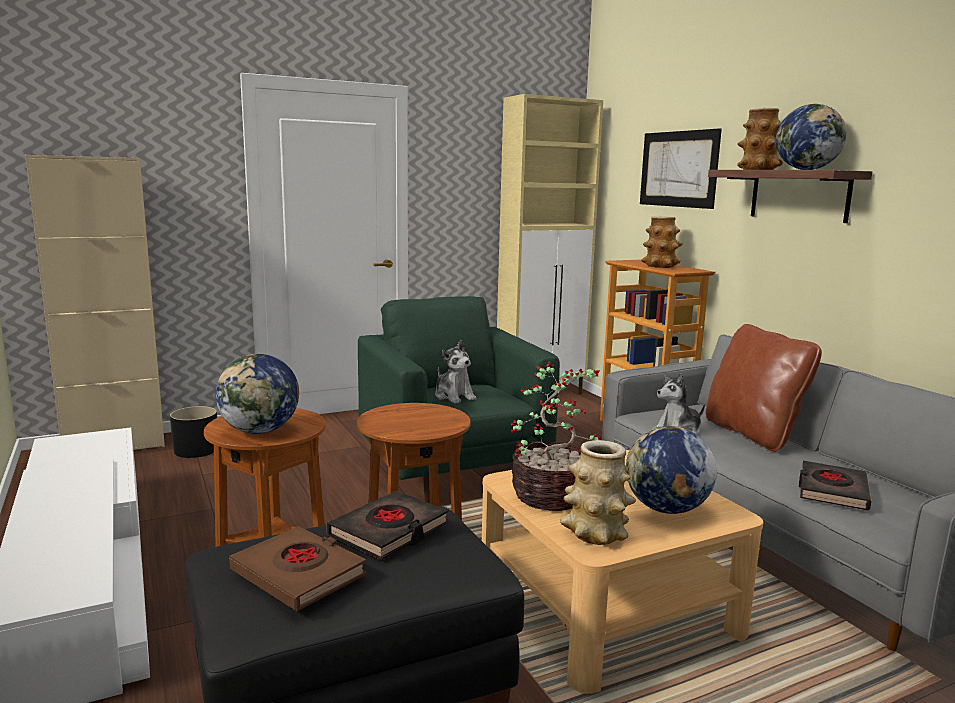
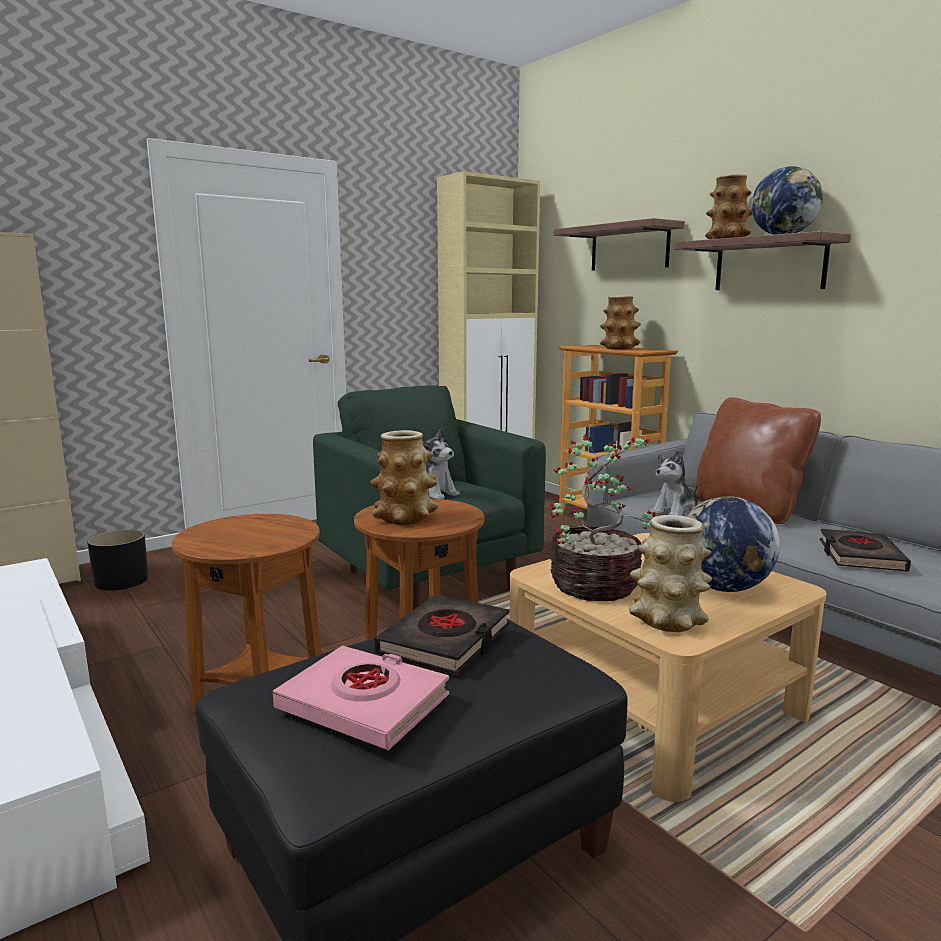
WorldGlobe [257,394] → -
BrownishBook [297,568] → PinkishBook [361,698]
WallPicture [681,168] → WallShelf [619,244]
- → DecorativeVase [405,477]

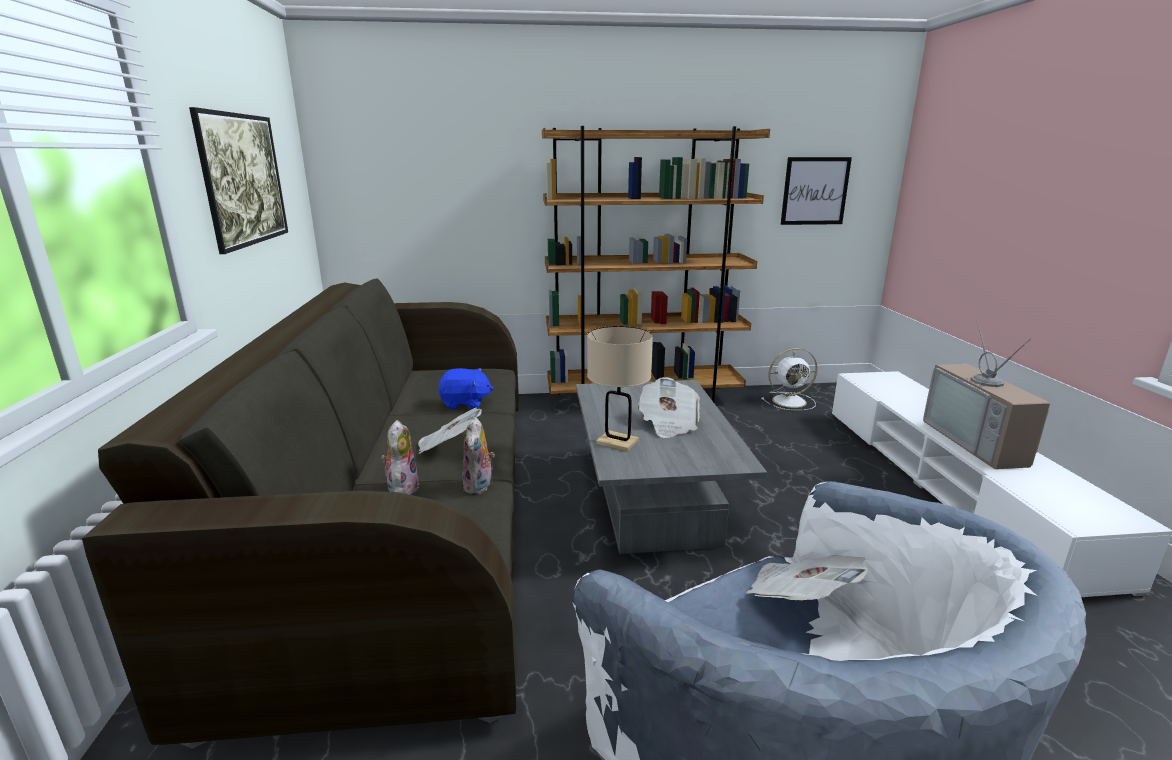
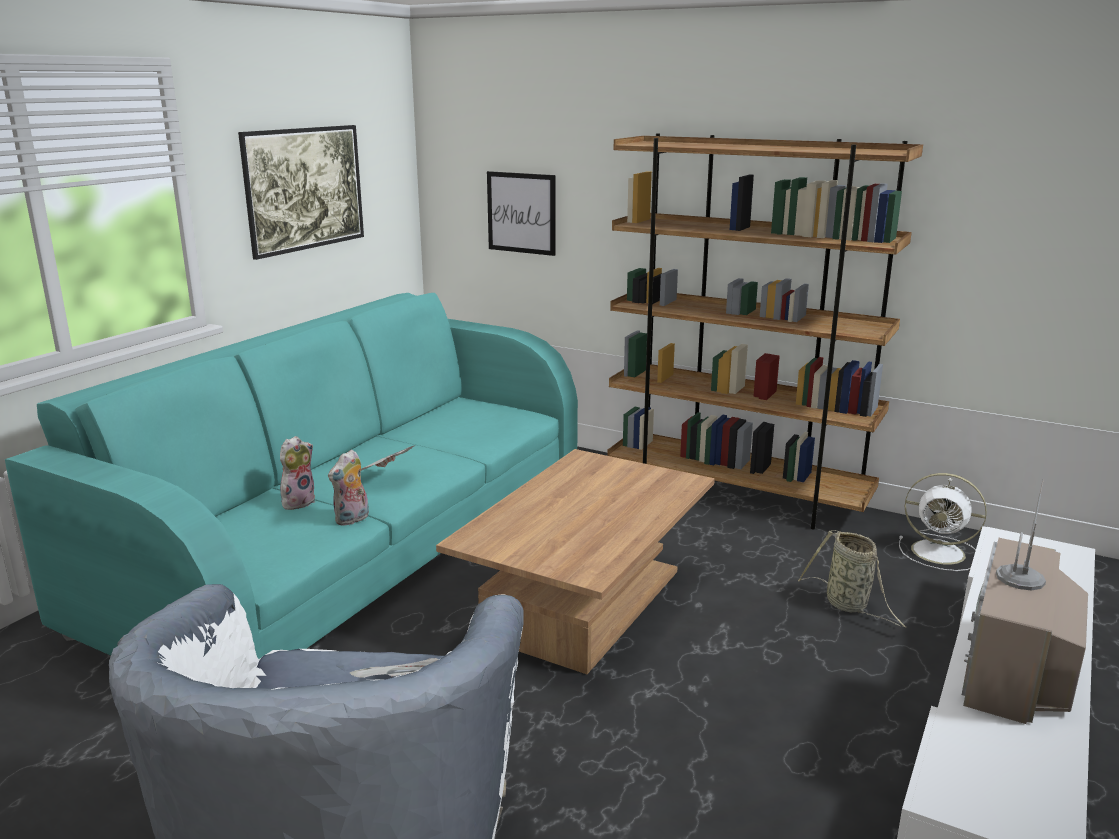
GreySofa [300,513] → TurquoiseSofa [291,476]
BlueCuddlyToy [466,388] → -
GreyLoungeTable [671,467] → BrownishLoungeTable [575,561]
BeigeColouredTableLamp [620,389] → -
DailyPaper [669,407] → -
WallPicture [816,191] → WallPicture [521,213], move
- → Basket [852,579]

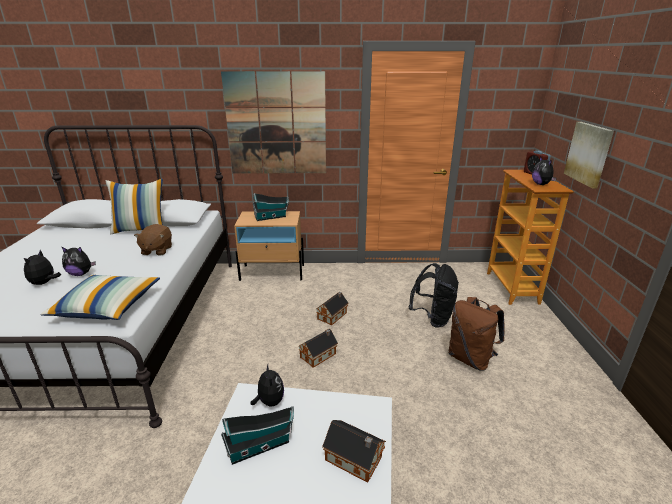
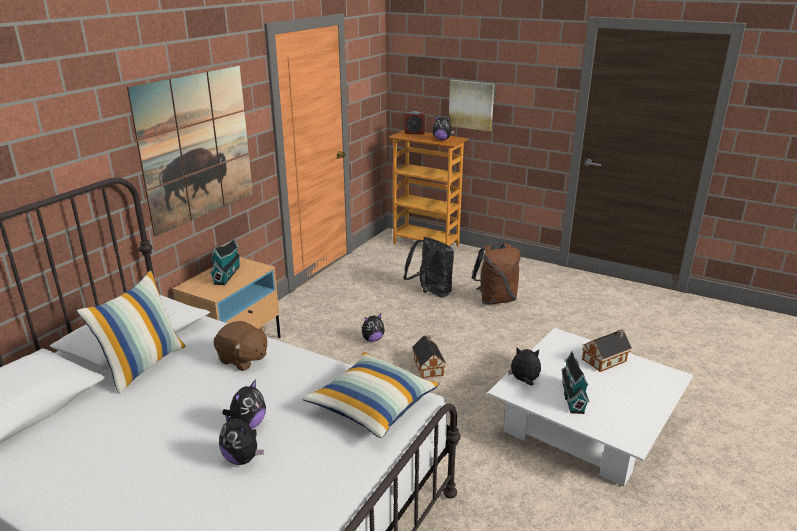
MiniatureHouse [332,309] → CuddlyToy [373,328]

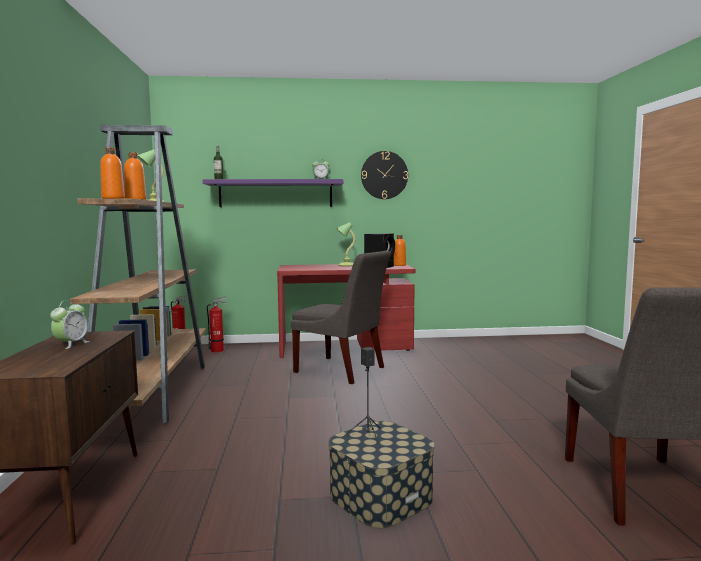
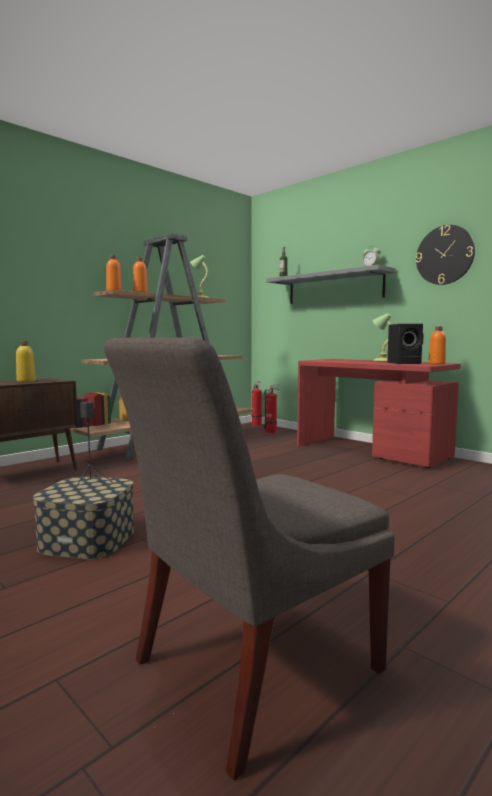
AlarmClock [70,324] → YellowishDrinkBottle [26,361]
PurpleWallShelf [273,193] → GreyWallShelf [330,284]
GreyChair [341,317] → -

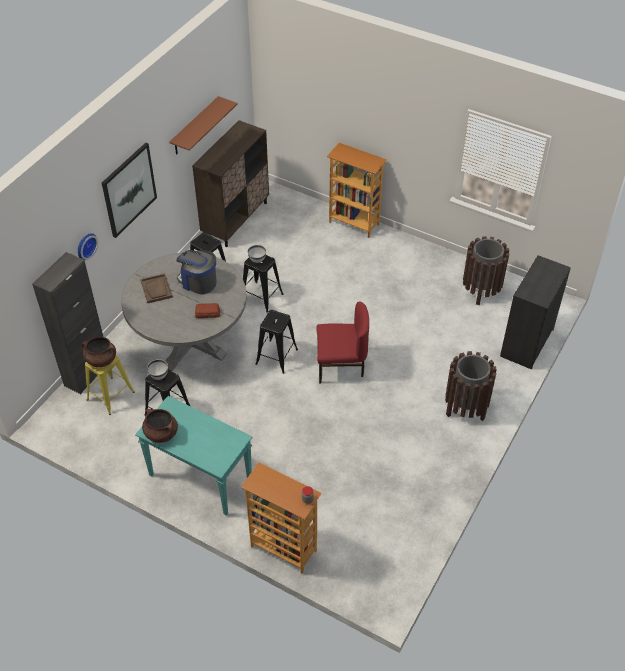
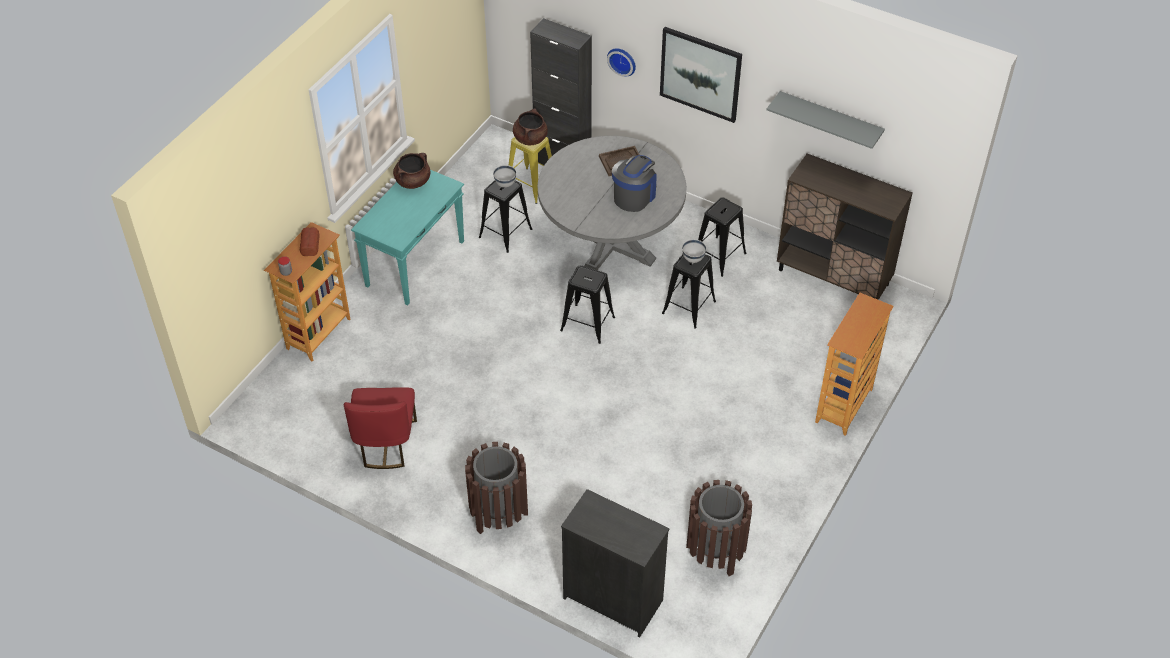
BrownishWallShelf [203,125] → GreyWallShelf [825,120]
BakeryBread [207,310] → BakeryBread [310,241], move
ReddishChair [342,342] → ReddishChair [380,428], move

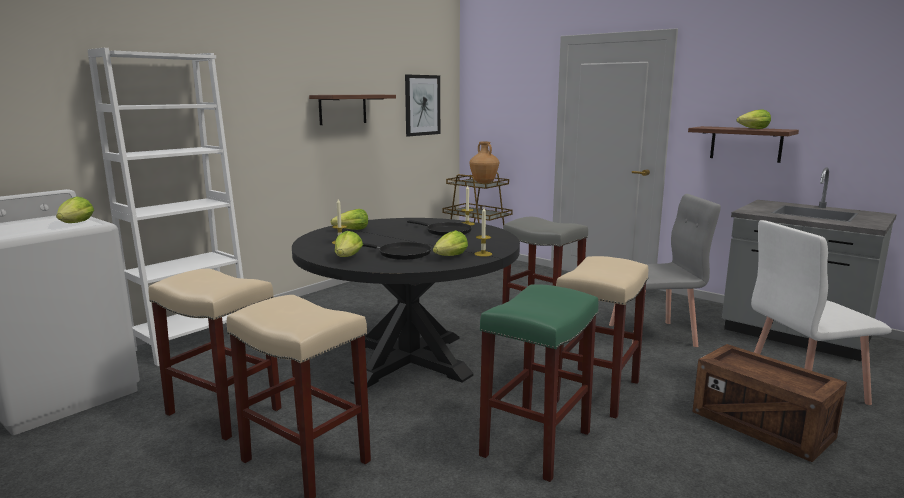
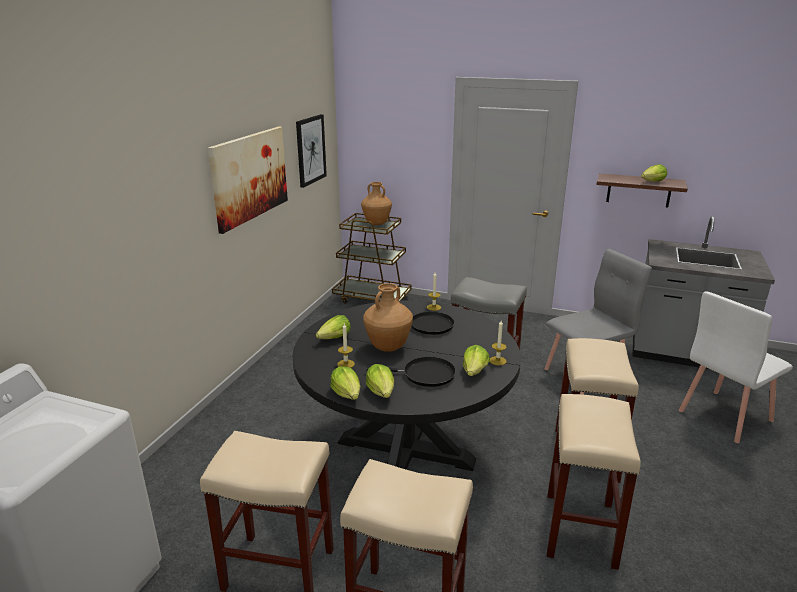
HeadOfLettuce [75,209] → HeadOfLettuce [345,383], move
WhitishBookshelf [166,207] → -
WallShelf [352,110] → WallPicture [248,180]
GreenColouredStoolSeat [539,383] → BeigeColouredStoolSeat [594,482]
PackingCrate [769,403] → -
- → BrownishDecorativeVase [388,317]

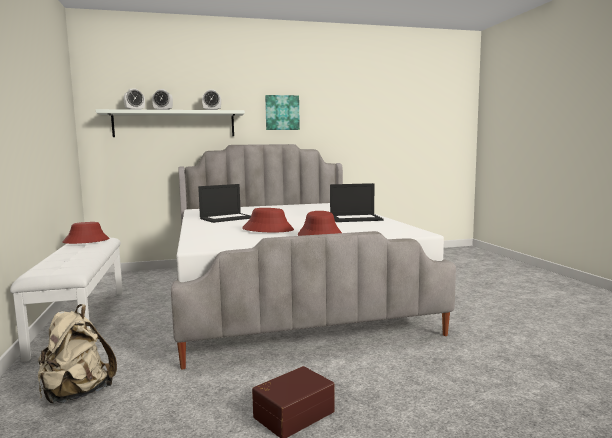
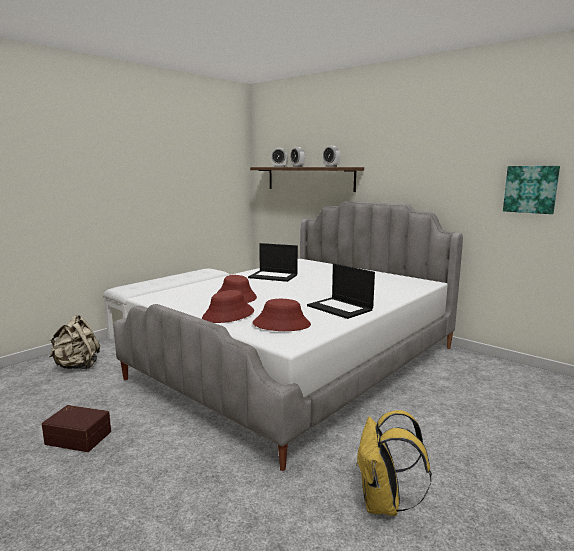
ReddishHat [86,233] → ReddishHat [282,315], move
WhitishWallShelf [170,123] → BrownishWallShelf [307,179]
WallPicture [282,112] → WallPicture [531,190], move
- → YellowishBackpack [394,463]

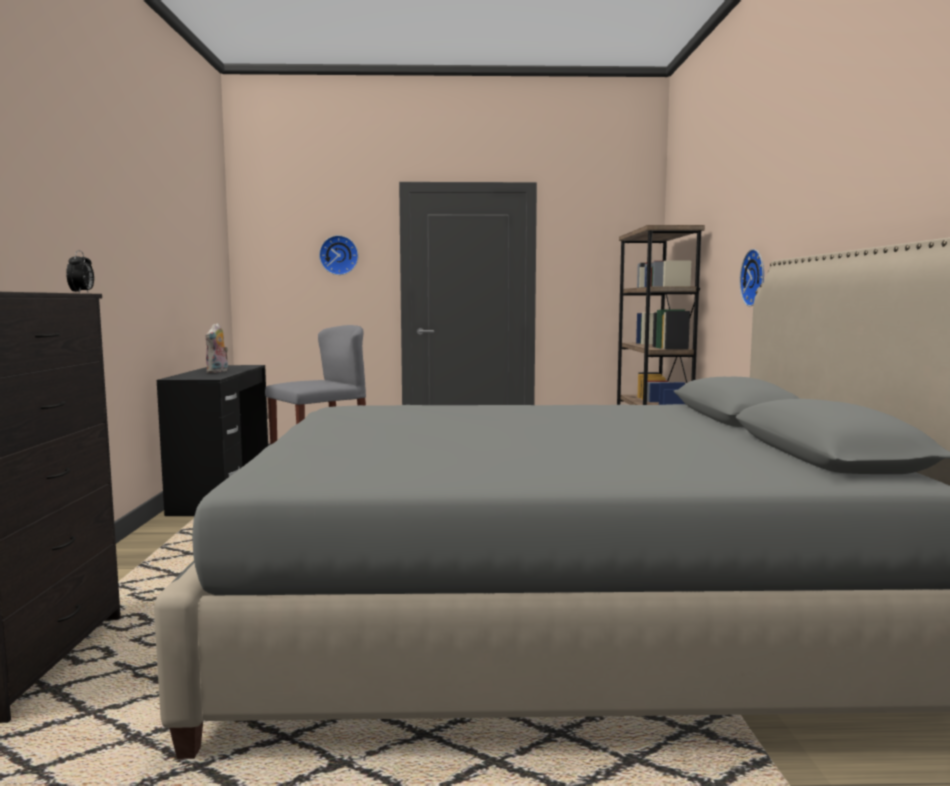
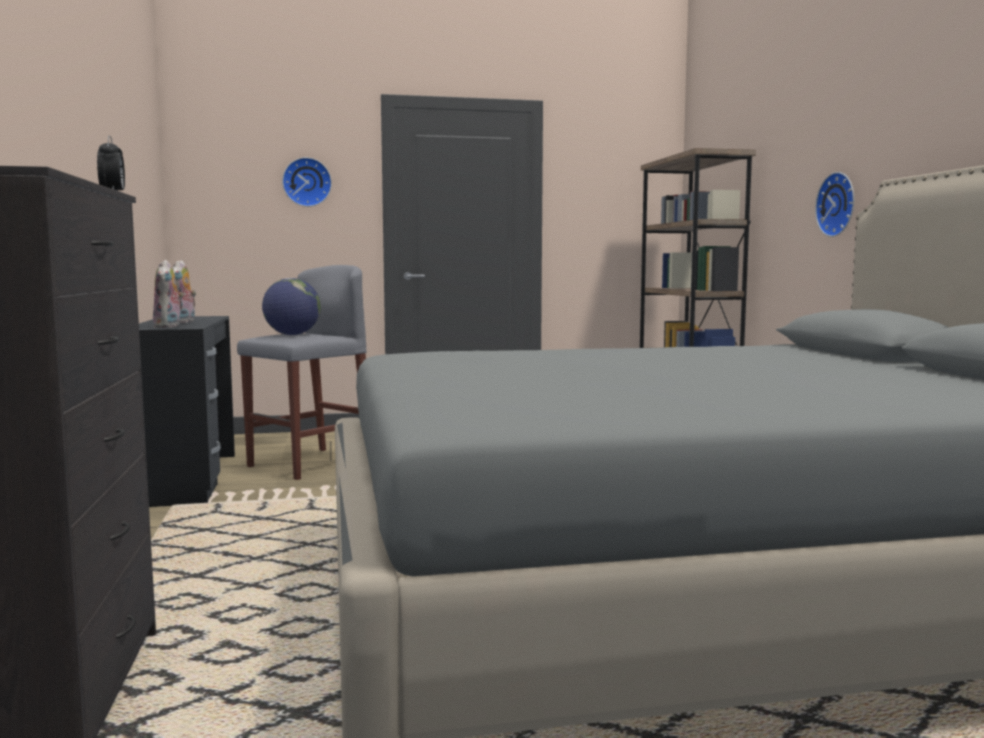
- → CuddlyToy [168,294]
- → WorldGlobe [291,306]

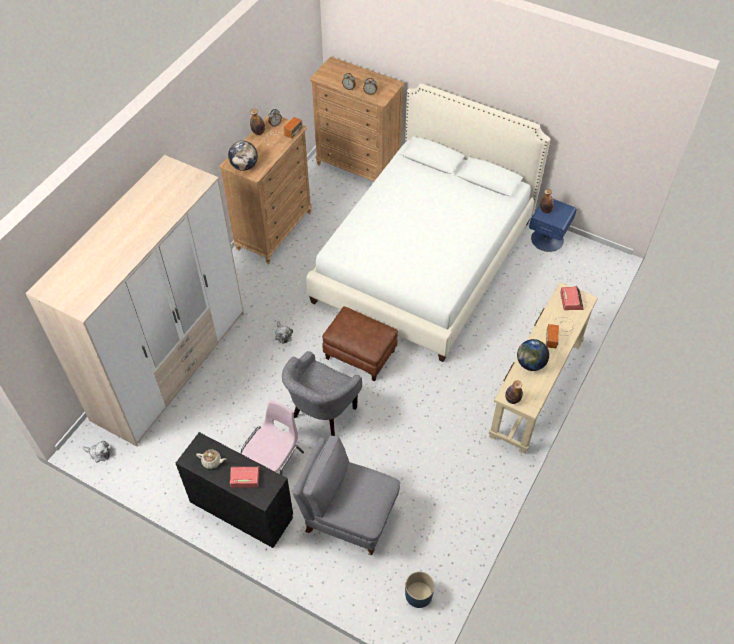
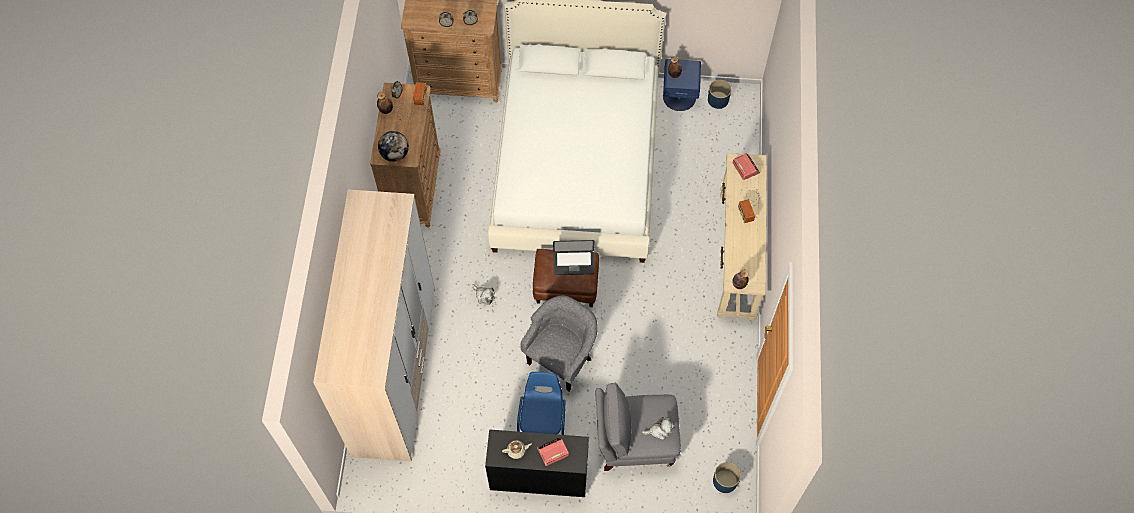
CuddlyToy [97,452] → CuddlyToy [658,428], move
PinkishChair [272,437] → BlueChair [541,403]
GreyLoungeChair [322,393] → GreyLoungeChair [559,343], 150 degrees counterclockwise
WorldGlobe [533,355] → -
- → PortableComputer [574,257]
- → BluePlantPot [720,94]

